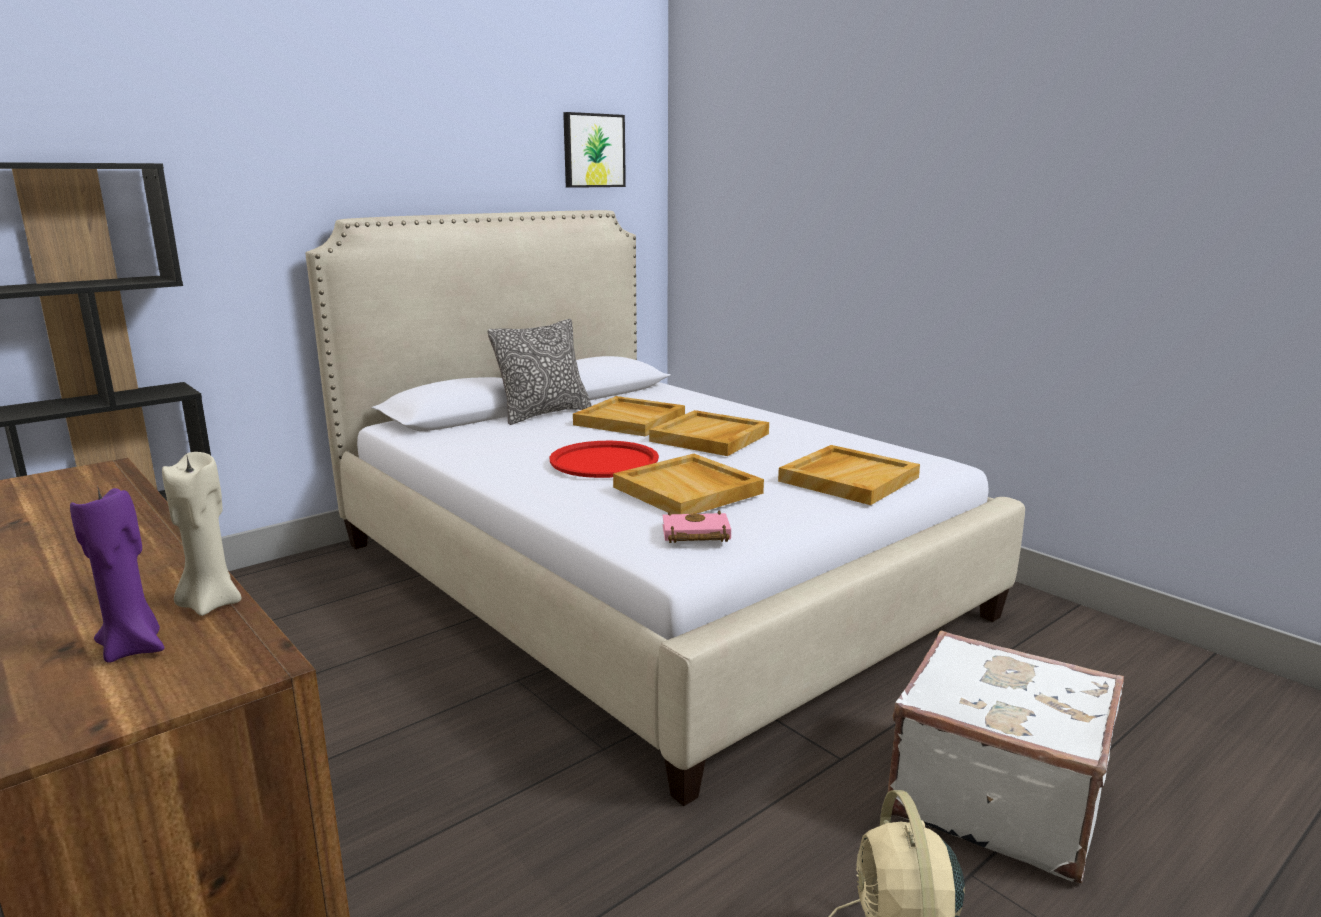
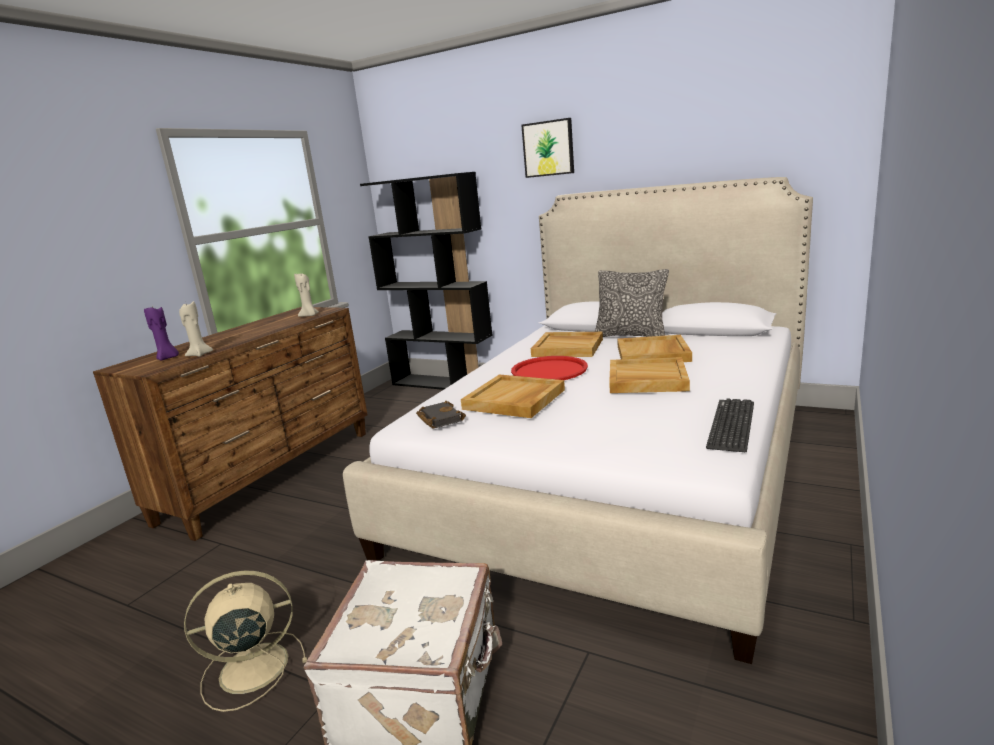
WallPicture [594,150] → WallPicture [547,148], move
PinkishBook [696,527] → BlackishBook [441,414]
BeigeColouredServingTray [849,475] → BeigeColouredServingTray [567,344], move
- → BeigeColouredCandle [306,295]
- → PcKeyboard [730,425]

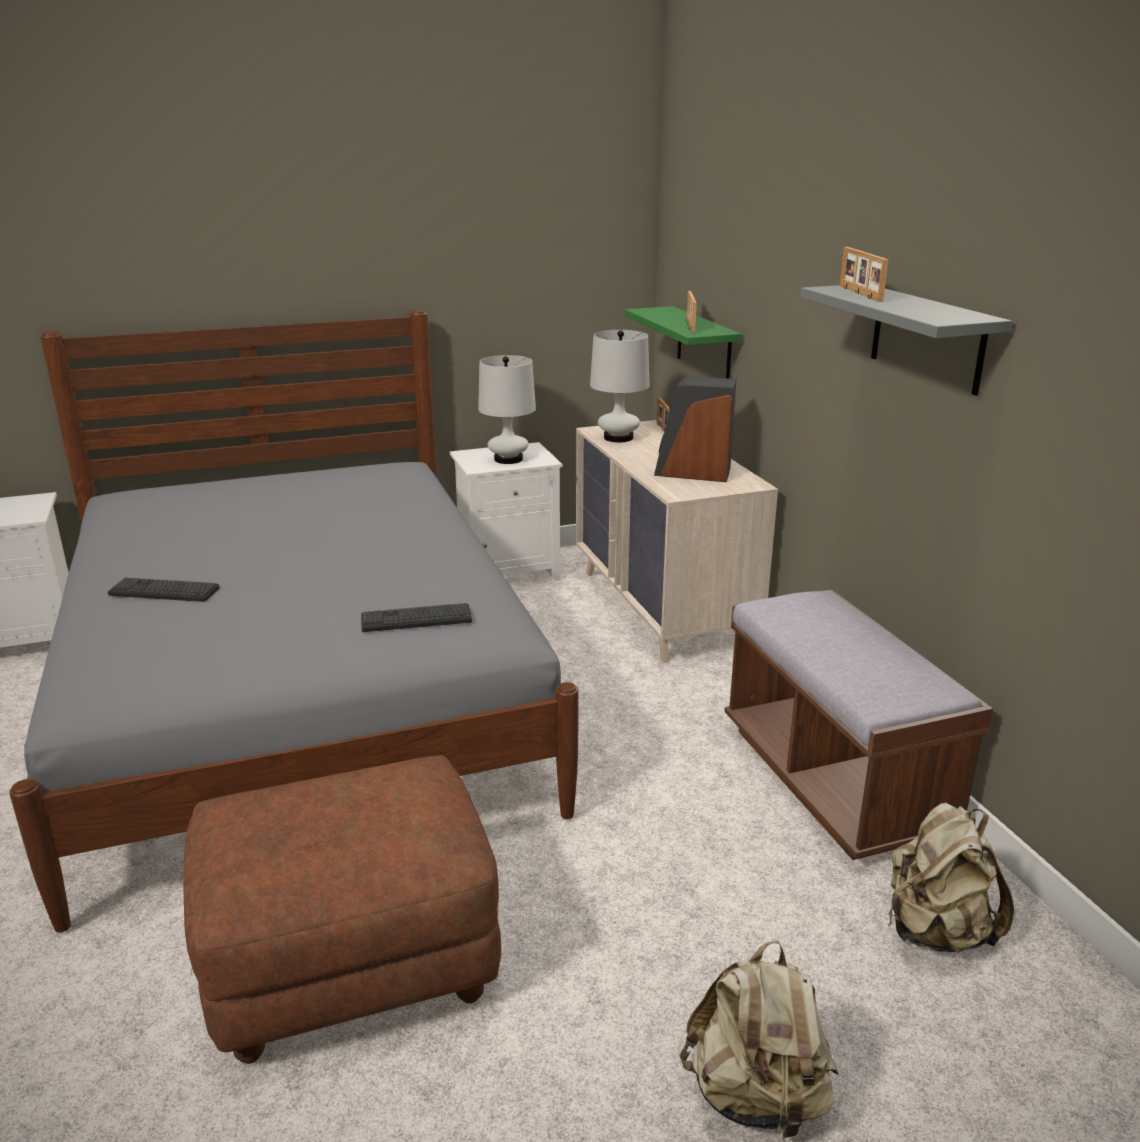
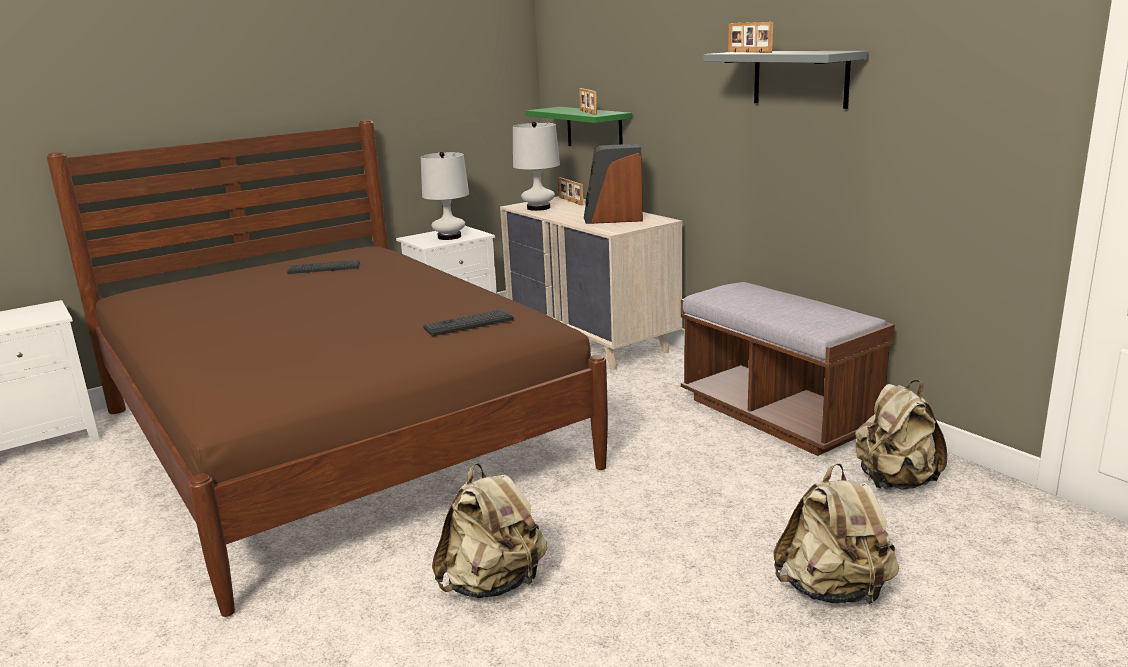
GreySleepingBed [294,621] → BrownishSleepingBed [327,368]
PcKeyboard [164,590] → PcKeyboard [323,267], move
BrownishPouffe [342,909] → BeigeColouredBackpack [489,530]

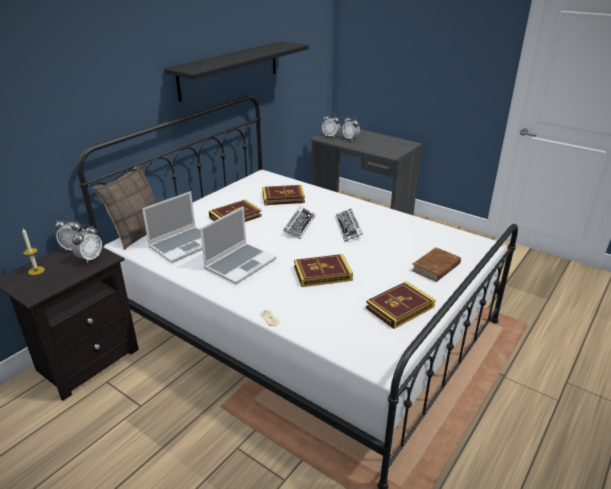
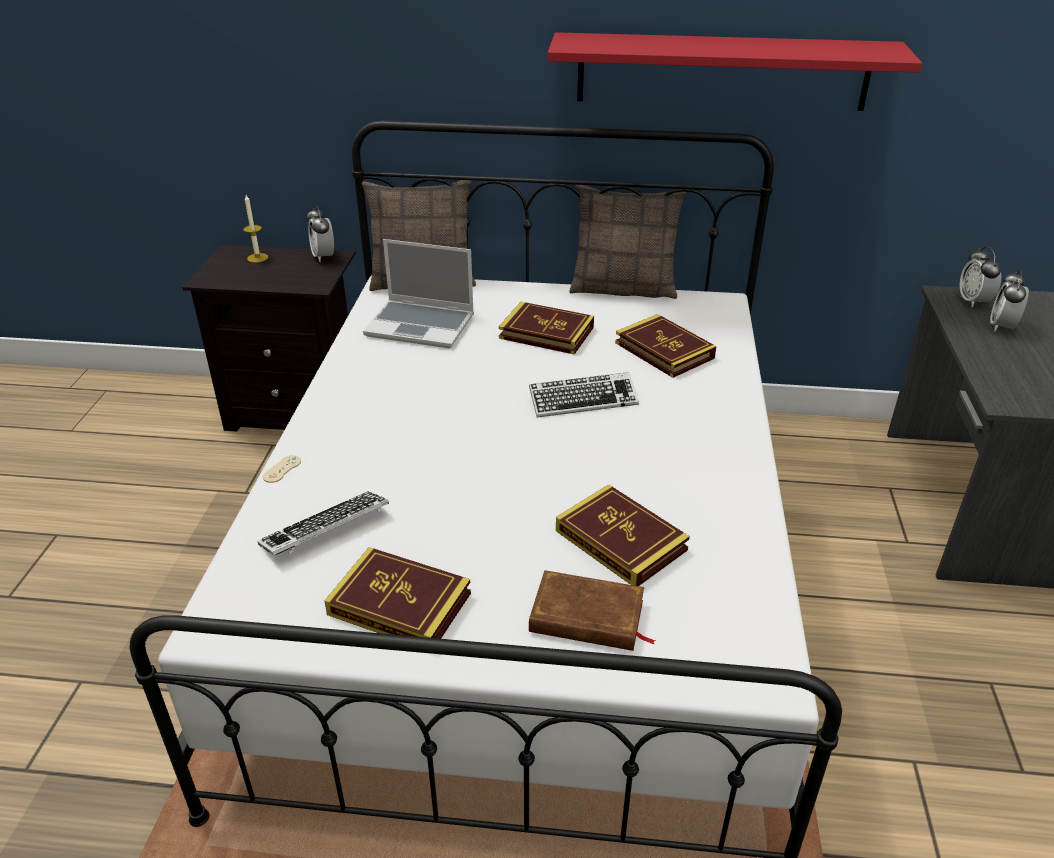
AlarmClock [87,244] → -
BlackishWallShelf [236,71] → ReddishWallShelf [734,71]
PortableComputer [238,245] → -
Book [323,270] → Book [623,535], move
PcKeyboard [349,225] → PcKeyboard [323,523], move
- → Cushion [627,242]

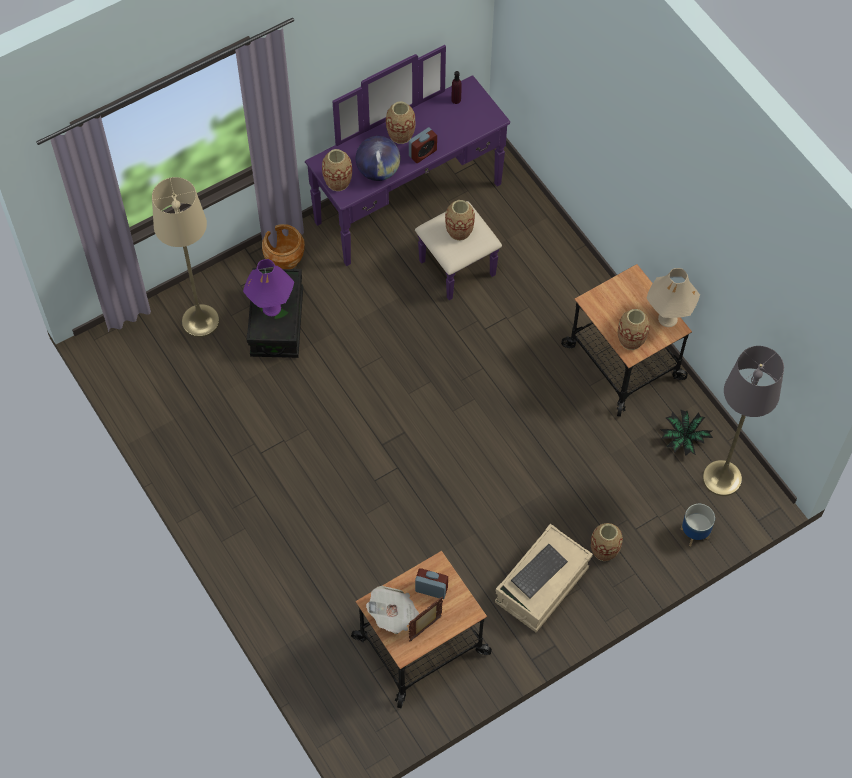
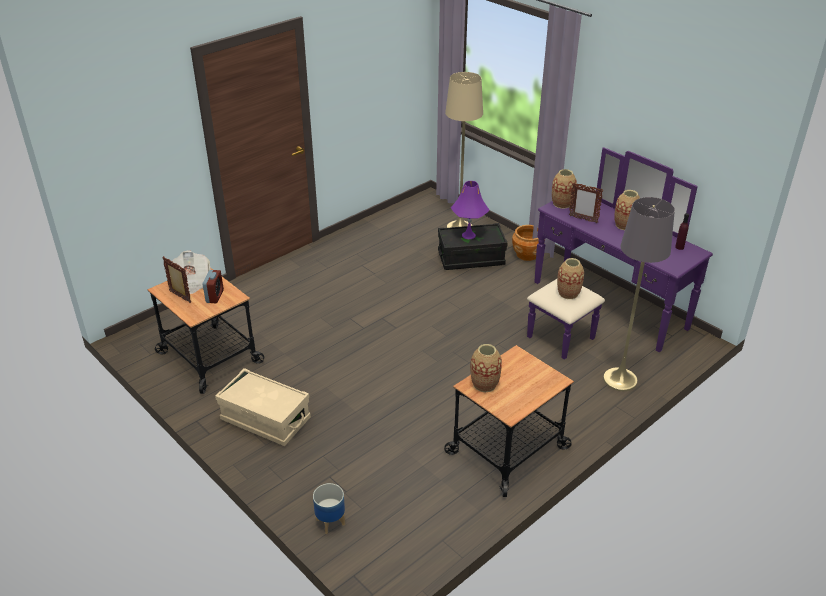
WorldGlobe [378,158] → PictureFrame [586,203]
AlarmClock [423,145] → -
PcKeyboard [539,571] → -
DecorativeVase [607,542] → -
BeigeColouredTableLamp [673,297] → -
PlantInAPot [687,432] → -
GreyStandardLamp [743,421] → GreyStandardLamp [639,294], move

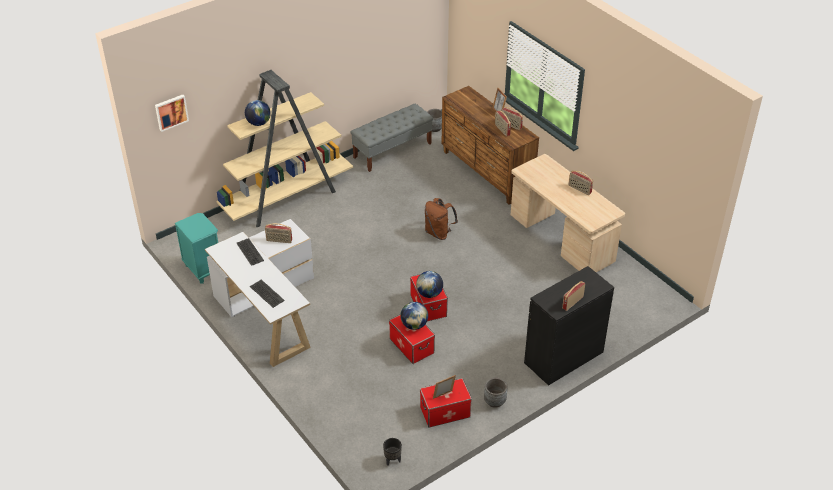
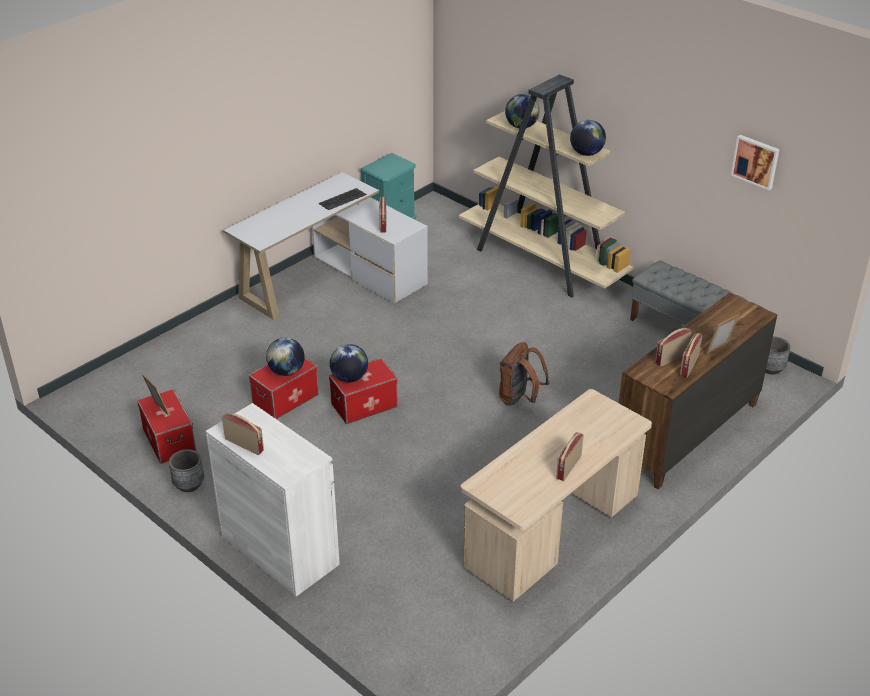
WallPicture [172,113] → WallPicture [755,162], move
PcKeyboard [267,294] → -
BlackishPlantPot [392,452] → -
BlackishStorageCabinet [569,326] → WhitishStorageCabinet [273,500]
- → WorldGlobe [588,138]

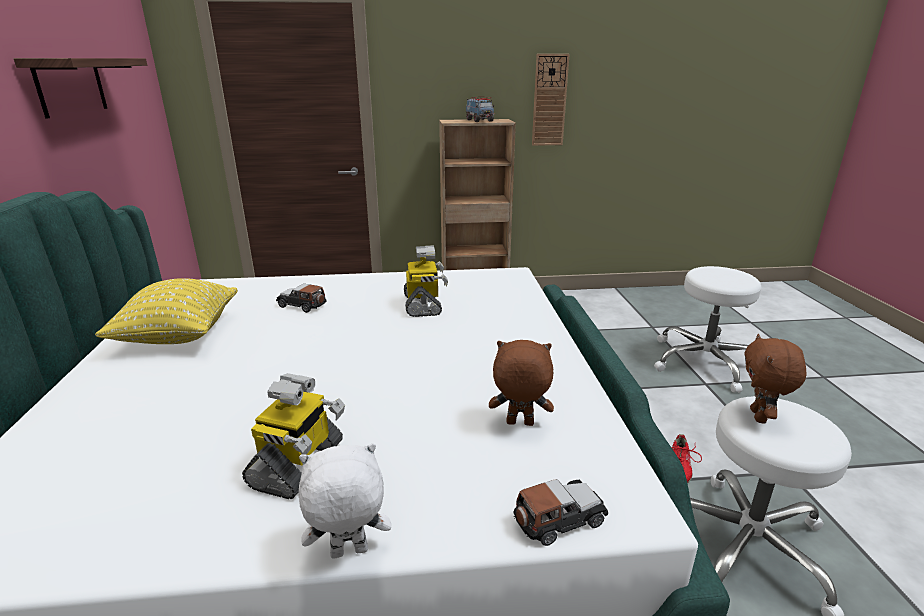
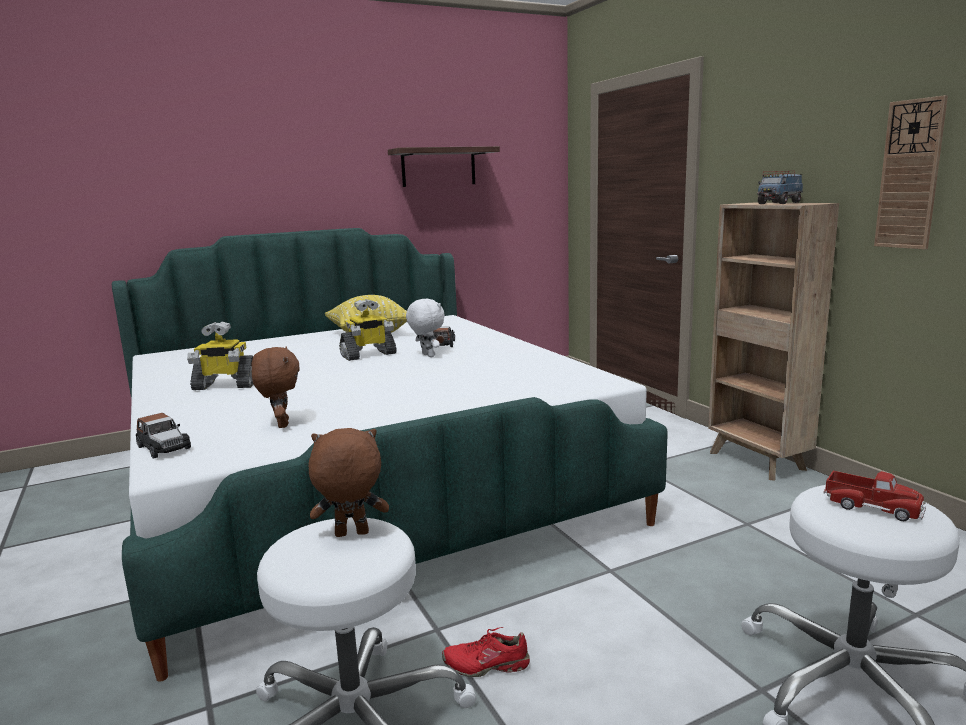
WhitishCuddlyToy [345,501] → WhitishCuddlyToy [425,328], move
ModelRobot [426,281] → ModelRobot [368,330], move
- → ToyLorry [875,496]

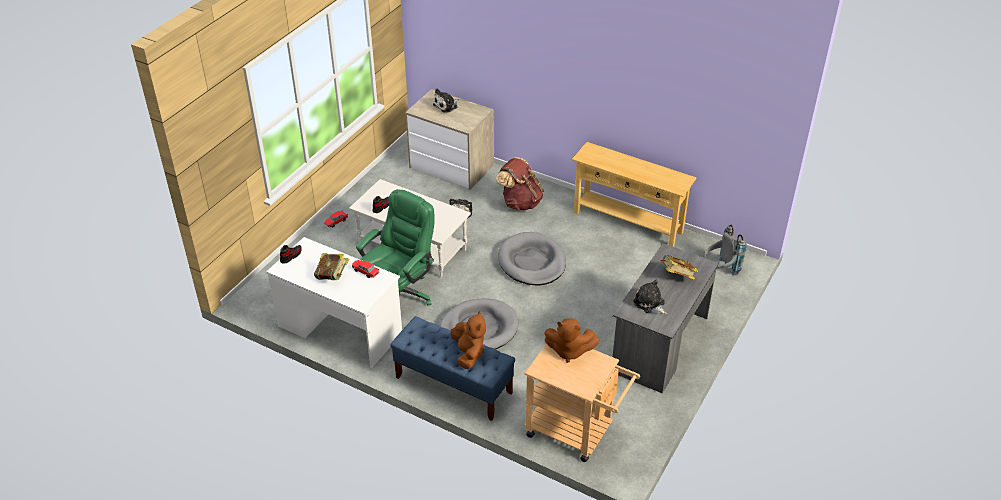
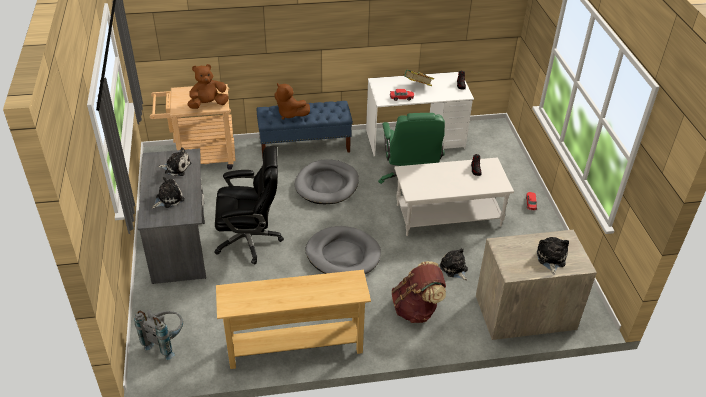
Book [679,267] → CuddlyToy [168,193]
- → BlackishComputerChair [249,205]

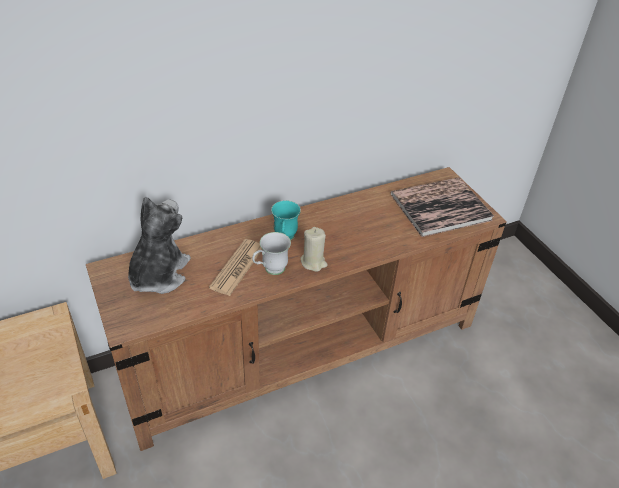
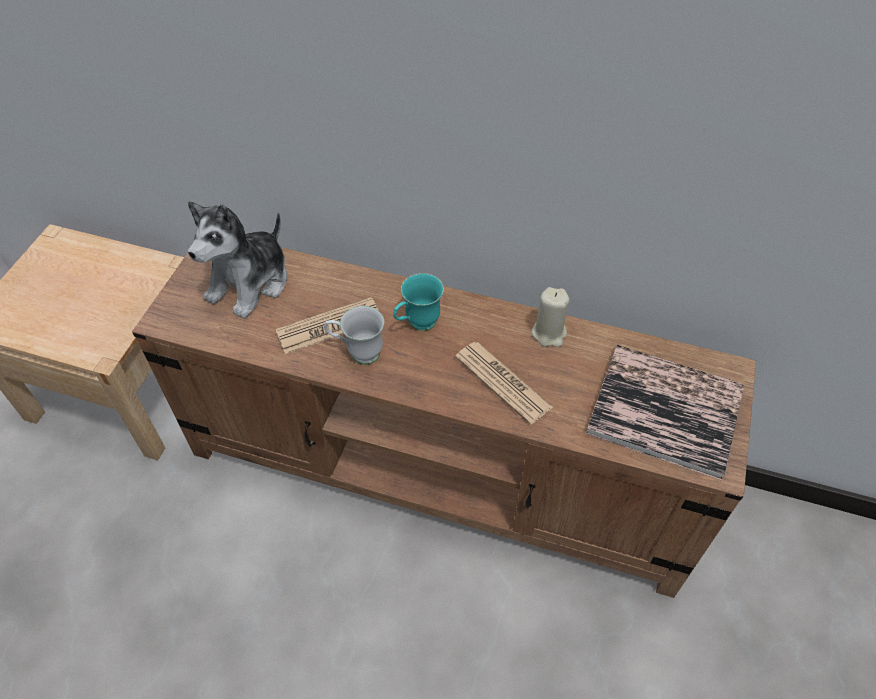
CuddlyToy [159,245] → CuddlyToy [237,260], 150 degrees clockwise
BeigeColouredCandle [314,249] → BeigeColouredCandle [551,317], move
- → DailyPaper [504,383]

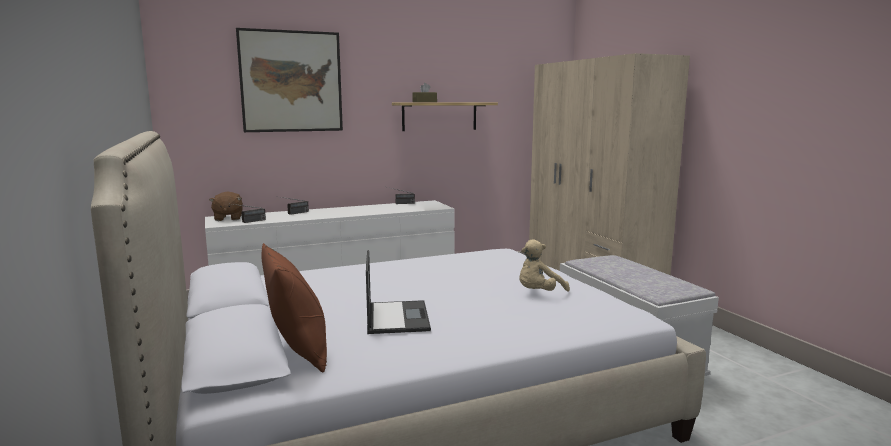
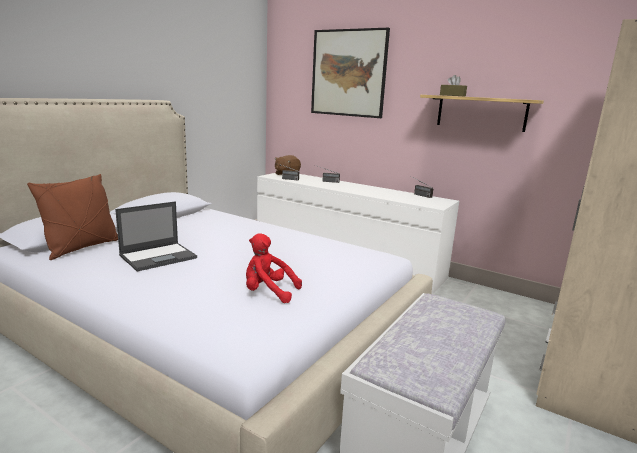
BeigeColouredCuddlyToy [544,265] → ReddishCuddlyToy [274,268]

